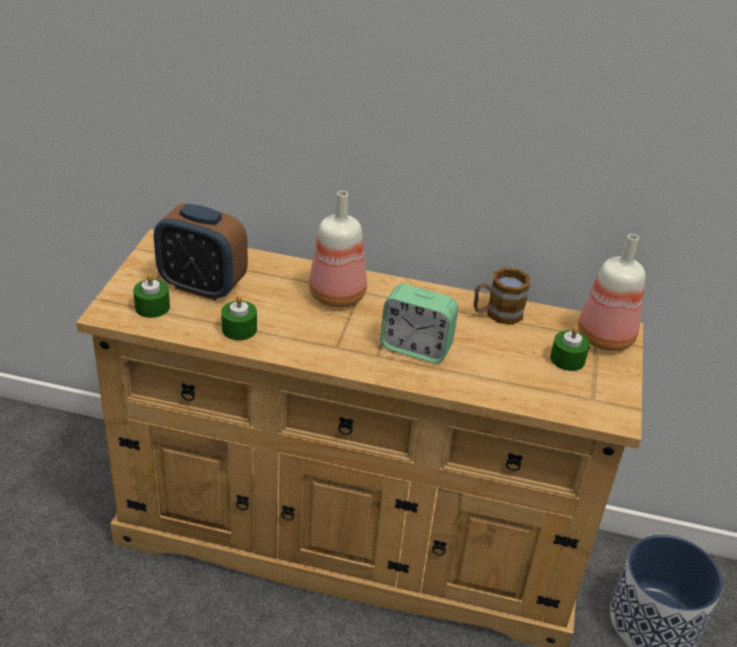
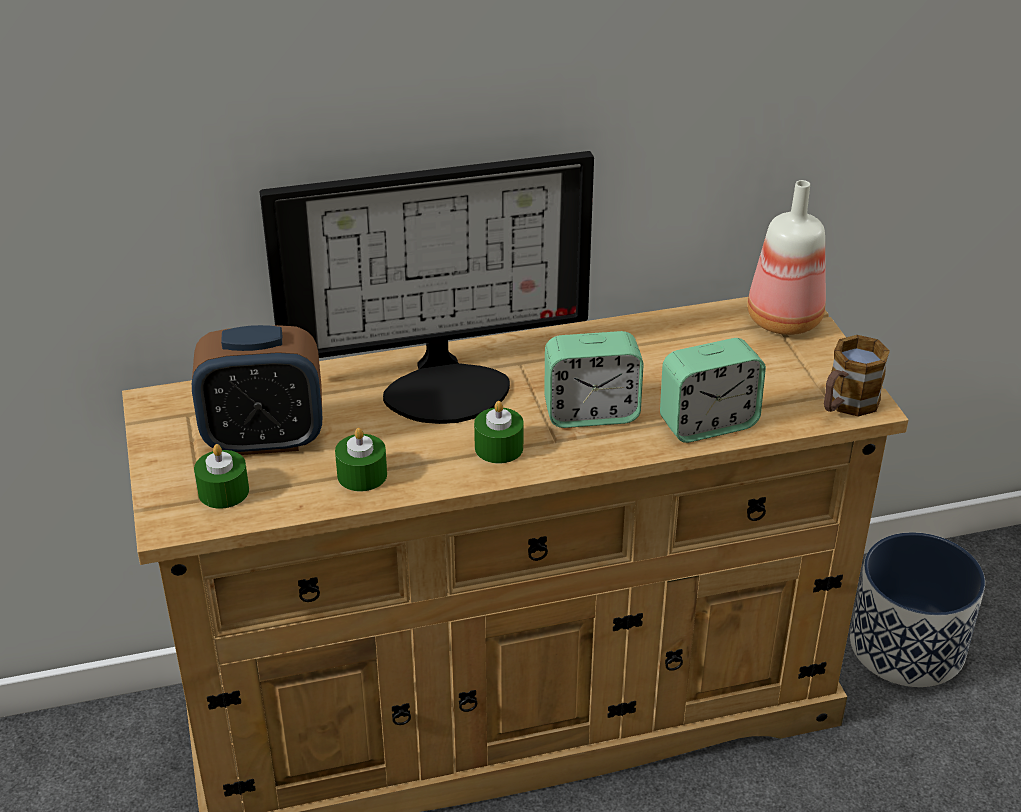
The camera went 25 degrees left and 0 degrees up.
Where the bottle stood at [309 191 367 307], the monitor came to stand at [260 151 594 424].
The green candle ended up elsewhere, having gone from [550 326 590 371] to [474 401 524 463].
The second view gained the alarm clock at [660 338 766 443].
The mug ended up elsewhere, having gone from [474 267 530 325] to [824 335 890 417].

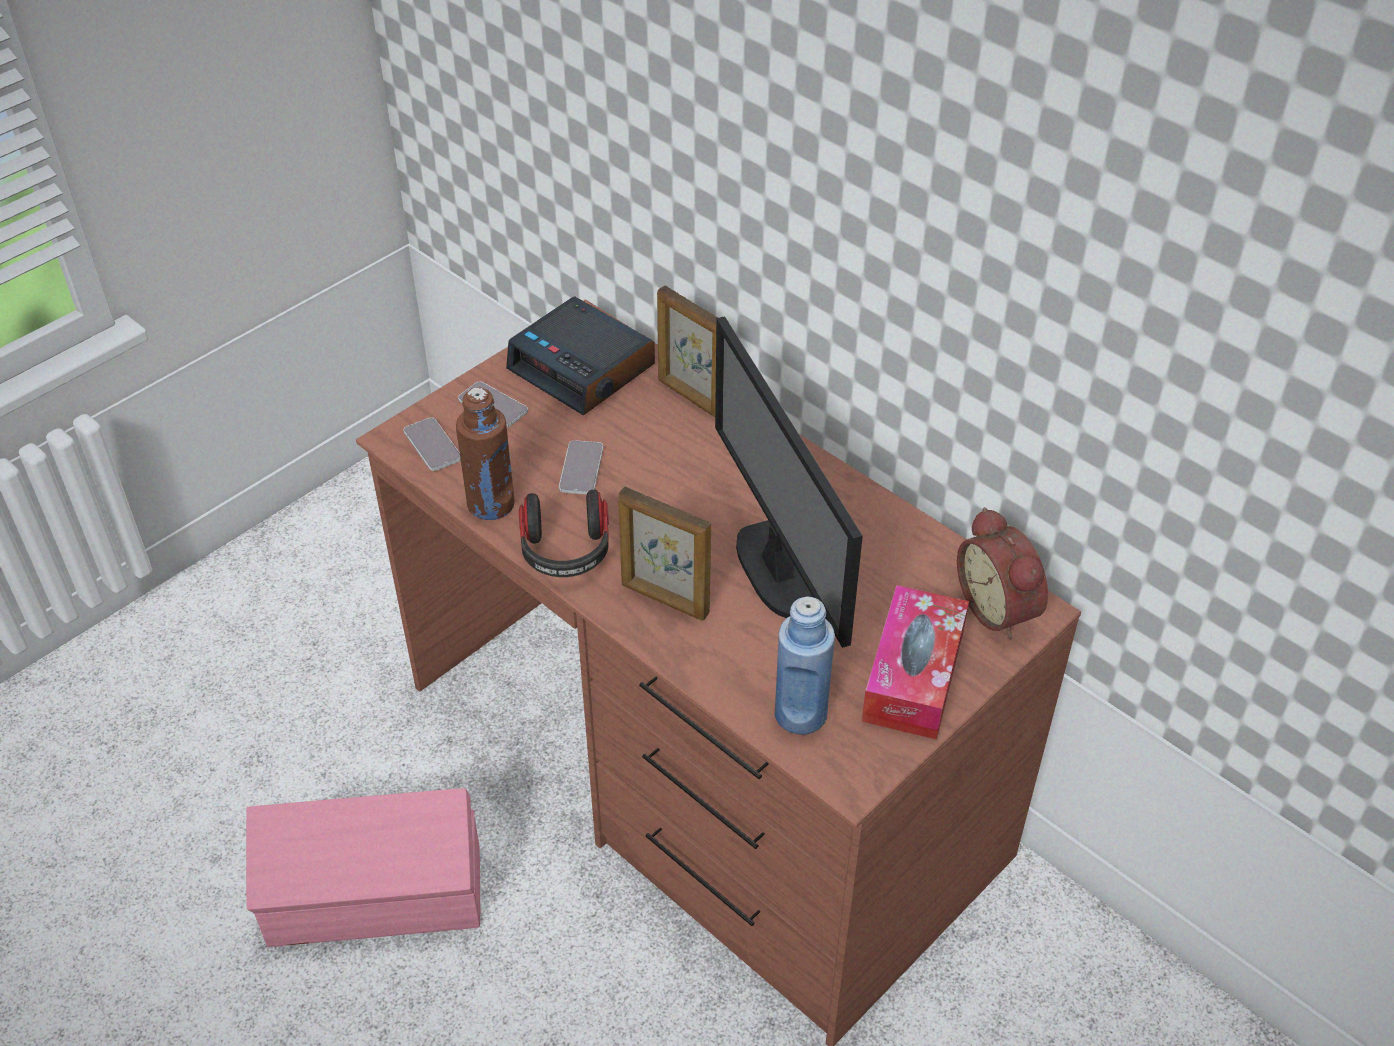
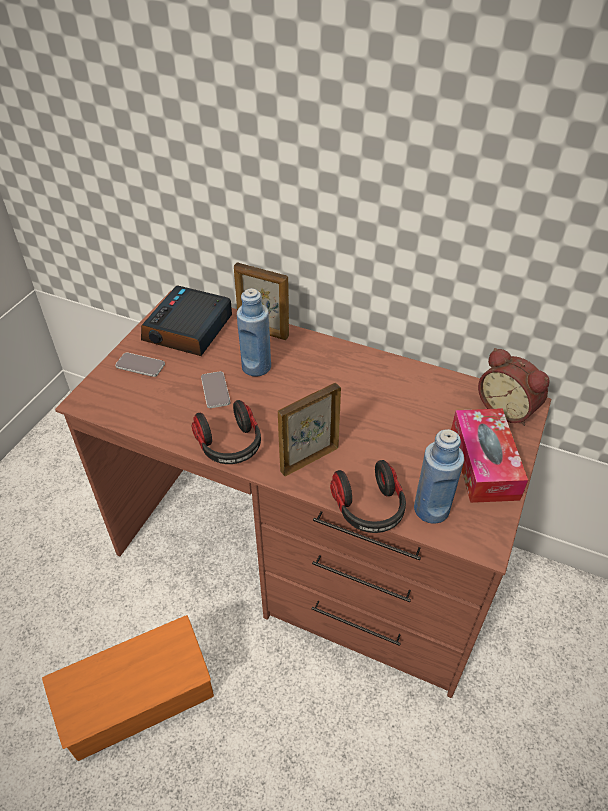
The camera went 20 degrees left and 0 degrees up.
What was the pink storage box at [246 788 480 947] turned into the orange storage box at [42 615 214 761].
The alarm clock at [506 297 655 415] ended up facing another way, 90 degrees clockwise from before.
The second view gained the blue bottle at [237 288 271 377].
The picture frame at [618 487 711 621] ended up facing another way, 135 degrees clockwise from before.
The second view gained the headphones at [330 460 406 533].
The second view lost the phone at [404 417 461 471].
The second view lost the brown bottle at [456 387 515 520].
The second view lost the monitor at [715 316 863 648].

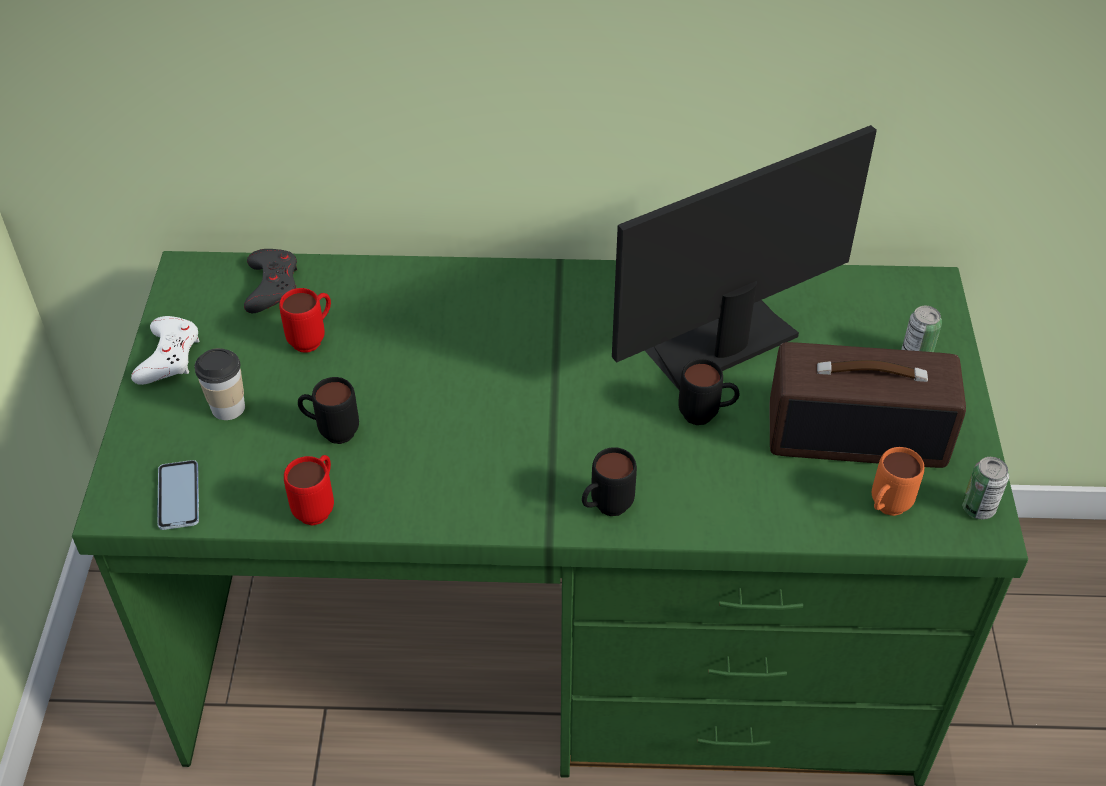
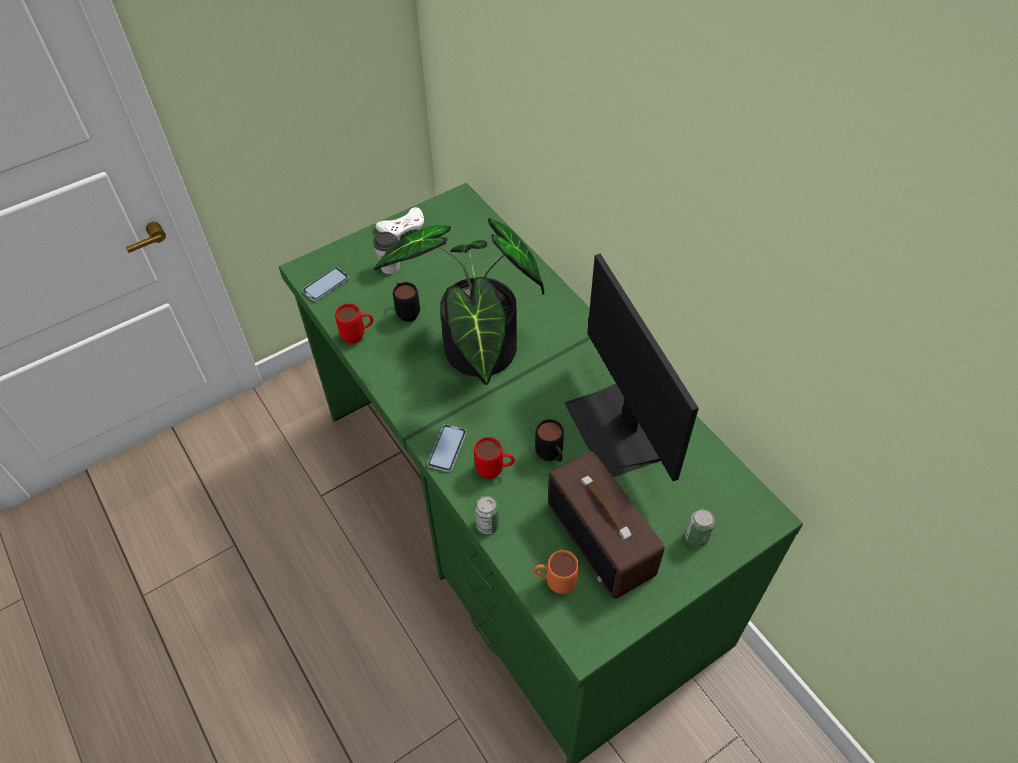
The camera went 55 degrees right and 5 degrees up.
The second view gained the potted plant at [374 218 544 385].
Where the black mug stood at [582 447 637 516], the phone came to stand at [427 424 467 472].
The red mug ended up elsewhere, having gone from [279 288 331 352] to [474 437 515 479].
The can ended up elsewhere, having gone from [962 457 1009 519] to [475 496 499 534].
The monitor at [612 125 877 390] ended up facing another way, 135 degrees counterclockwise from before.
The second view lost the grey game controller at [244 249 297 313].

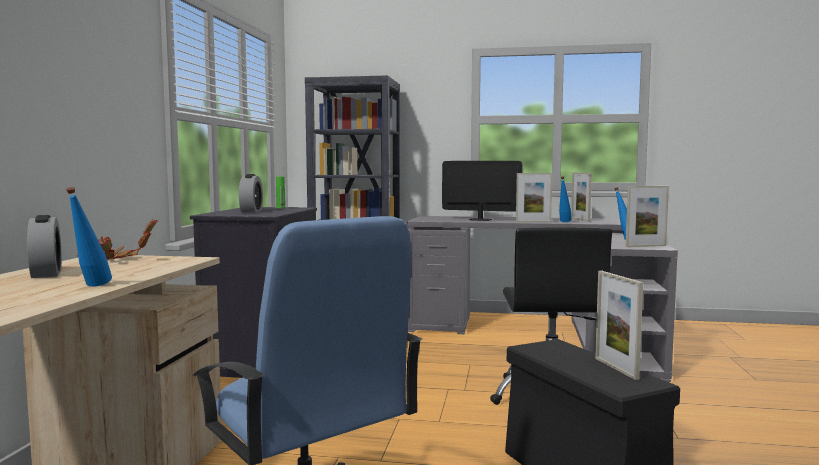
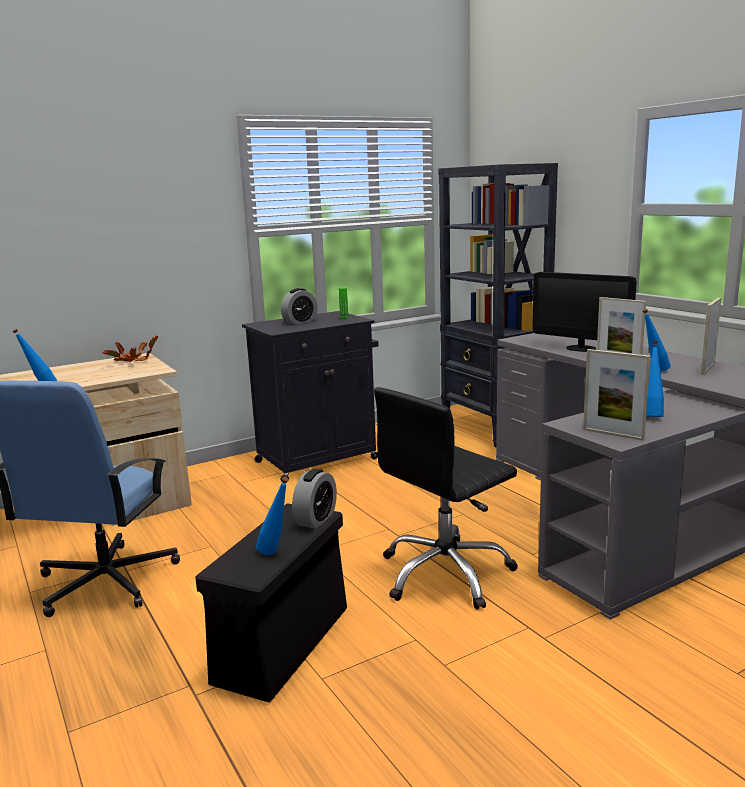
The camera went 50 degrees right and 10 degrees up.
Where the picture frame stood at [595 271 643 380], the blue bottle came to stand at [256 477 289 555].
The alarm clock ended up elsewhere, having gone from [27 215 62 278] to [292 469 337 529].
The monitor at [442 161 523 221] ended up facing another way, 150 degrees clockwise from before.

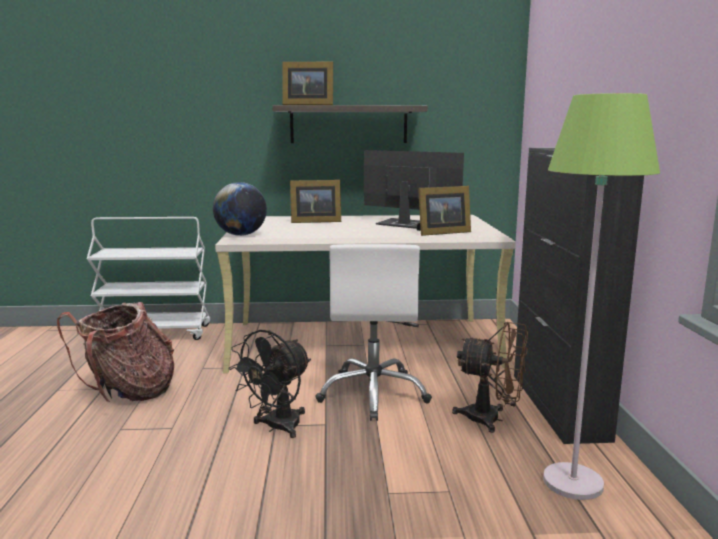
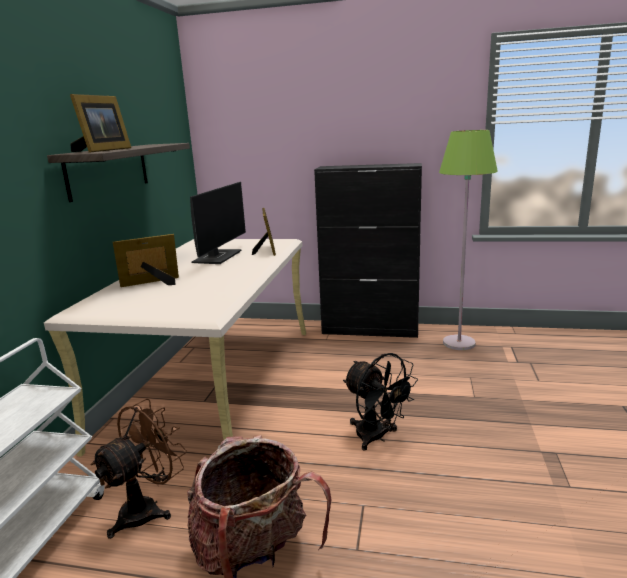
The camera went 75 degrees left and 5 degrees up.
The brown fan ended up elsewhere, having gone from [452 322 528 433] to [91 399 187 539].
The picture frame at [290 180 341 223] ended up facing another way, 120 degrees counterclockwise from before.
The monitor at [364 150 464 229] ended up facing another way, 150 degrees clockwise from before.
The second view lost the globe at [213 182 267 236].
The second view lost the white office chair at [315 244 432 421].

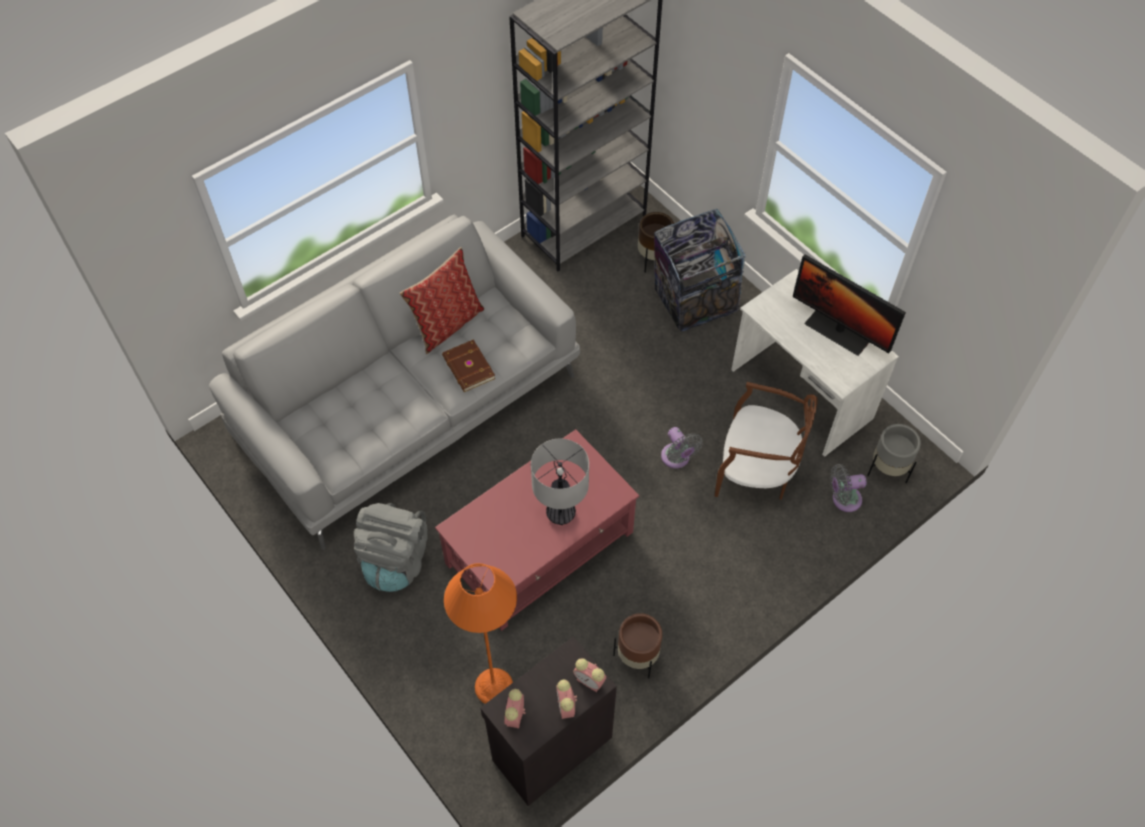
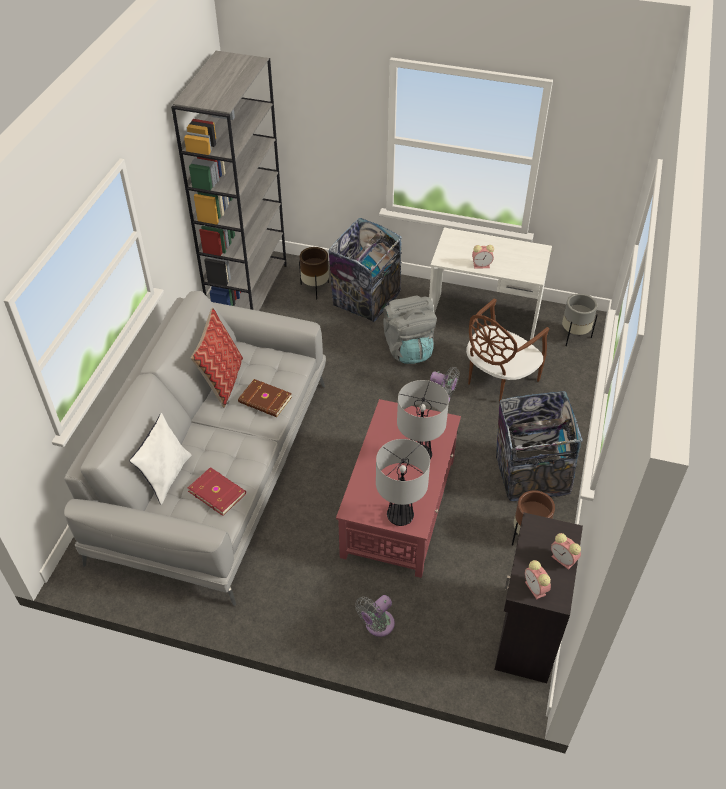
The camera went 35 degrees left and 10 degrees down.
The second view gained the white pillow at [129 413 191 505].
The second view gained the red book at [188 467 246 516].
The grey fan ended up elsewhere, having gone from [830 464 867 512] to [355 595 395 637].
The second view gained the table lamp at [376 439 430 526].
The grey backpack ended up elsewhere, having gone from [354 503 428 592] to [383 295 437 364].
The brown chair at [715 382 817 500] ended up facing another way, 150 degrees clockwise from before.
The alarm clock ended up elsewhere, having gone from [573 658 606 692] to [472 245 494 269].
The second view gained the trash can at [496 391 583 501].
The second view lost the orange floor lamp at [444 563 517 704].
The second view lost the monitor at [793 254 906 356].

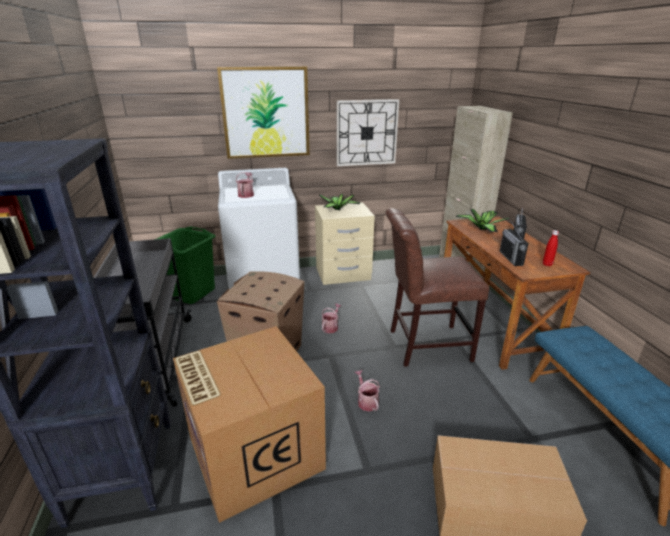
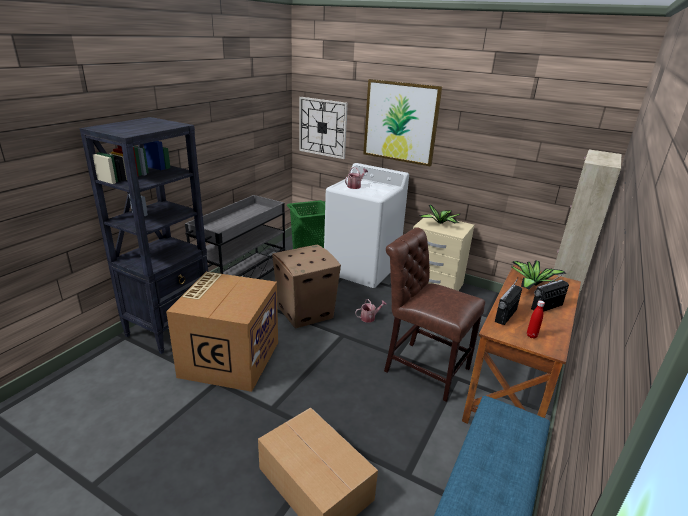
The camera went 40 degrees right and 0 degrees up.
The wall clock ended up elsewhere, having gone from [336 99 399 166] to [299 97 348 159].
The second view lost the watering can at [355 370 380 412].

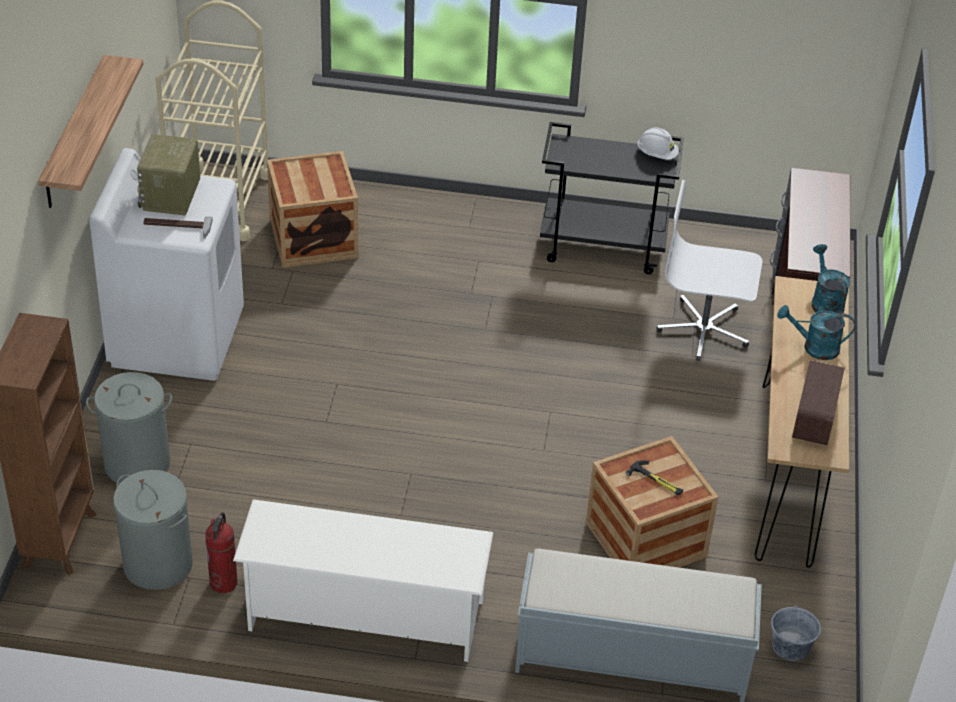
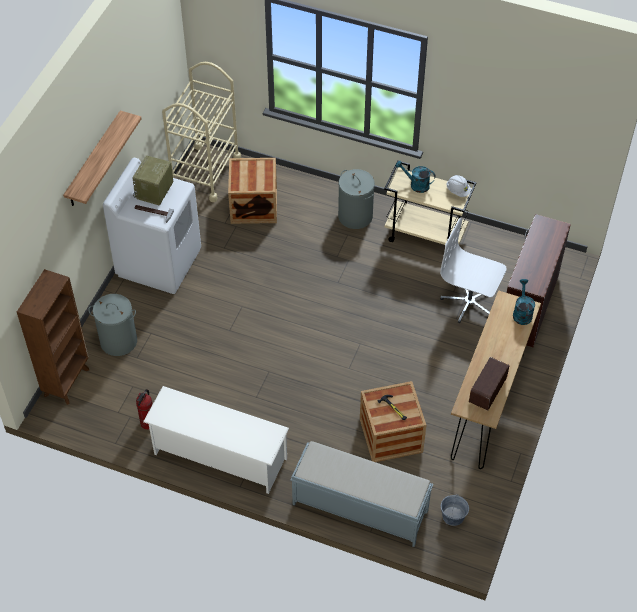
The camera went 15 degrees right and 10 degrees up.
The grey laundry basket ended up elsewhere, having gone from [113 470 193 590] to [338 169 375 229].
What was the black cart at [540 122 684 274] turned into the beige cart at [384 161 477 245].
The turquoise watering can ended up elsewhere, having gone from [777 305 855 360] to [395 161 436 193].

